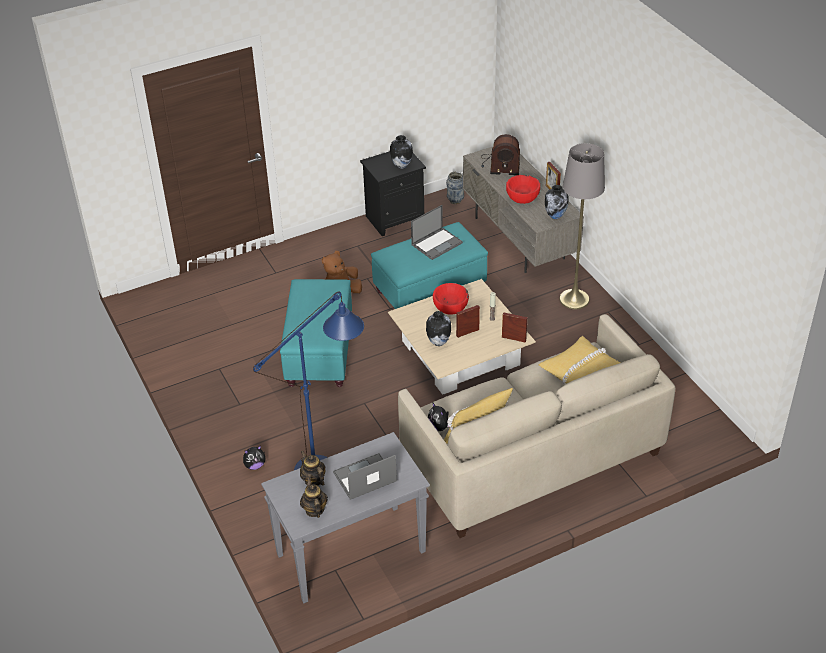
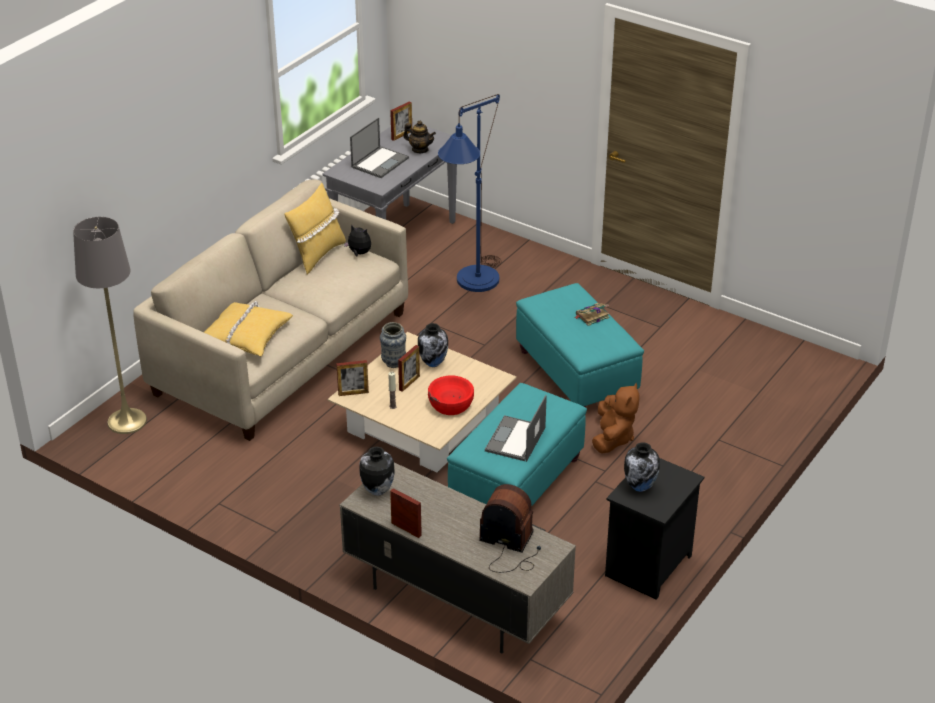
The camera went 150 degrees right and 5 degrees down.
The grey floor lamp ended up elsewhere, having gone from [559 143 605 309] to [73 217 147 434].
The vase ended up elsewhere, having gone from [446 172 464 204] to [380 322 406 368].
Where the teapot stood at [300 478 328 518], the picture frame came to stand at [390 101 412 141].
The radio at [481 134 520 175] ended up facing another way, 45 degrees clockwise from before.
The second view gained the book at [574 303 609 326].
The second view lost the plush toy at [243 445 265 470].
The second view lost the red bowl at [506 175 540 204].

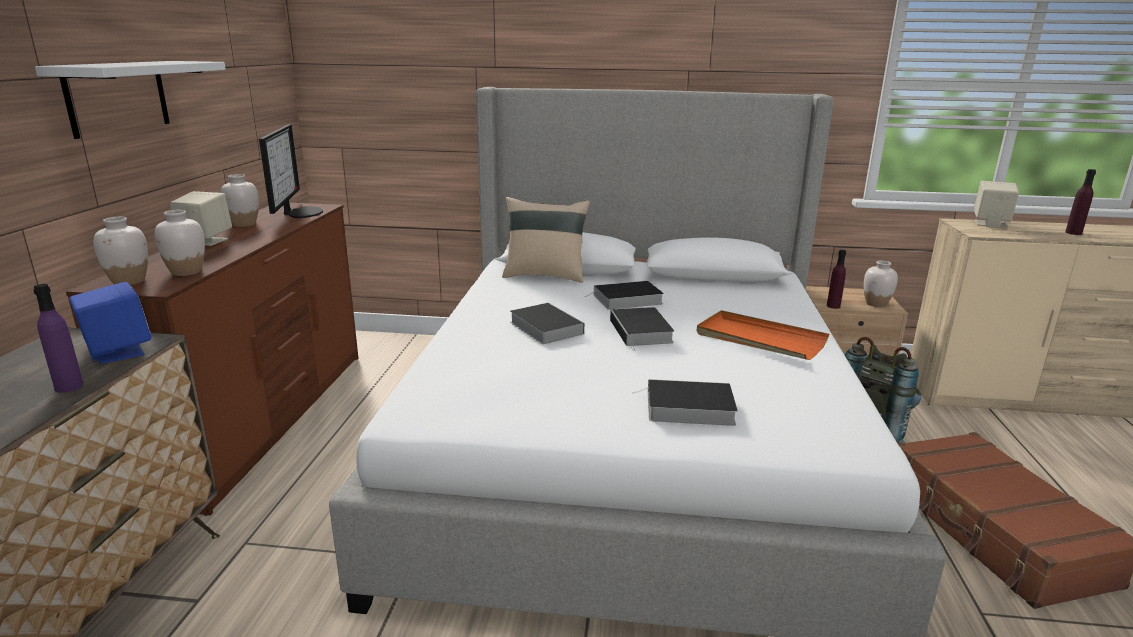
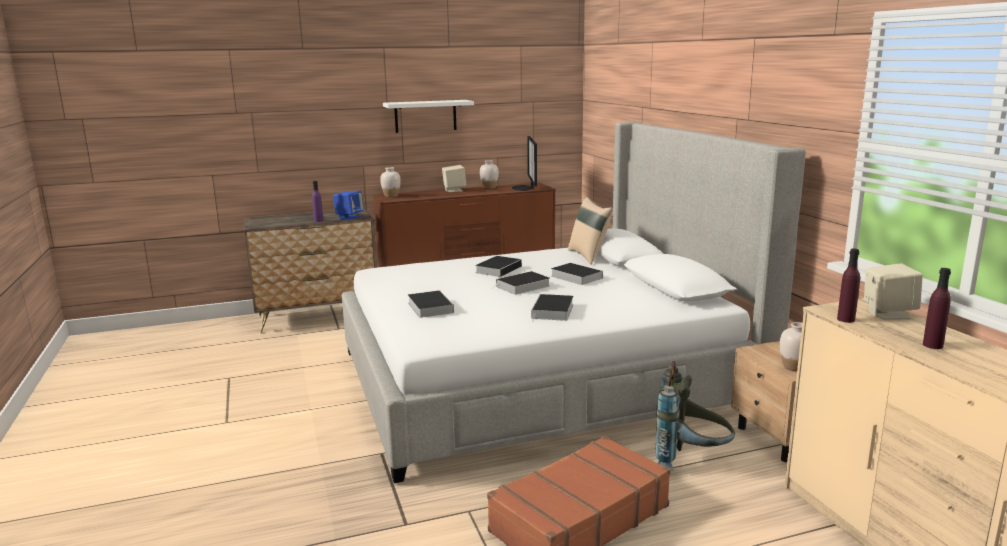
The camera went 65 degrees right and 5 degrees down.
The monitor at [259 124 323 218] ended up facing another way, 120 degrees clockwise from before.
Where the orange tray stood at [697 310 829 360], the book came to stand at [531 294 573 322].
The purple bottle ended up elsewhere, having gone from [827 250 846 309] to [837 248 860 323].
The second view lost the white vase at [154 210 205 276].

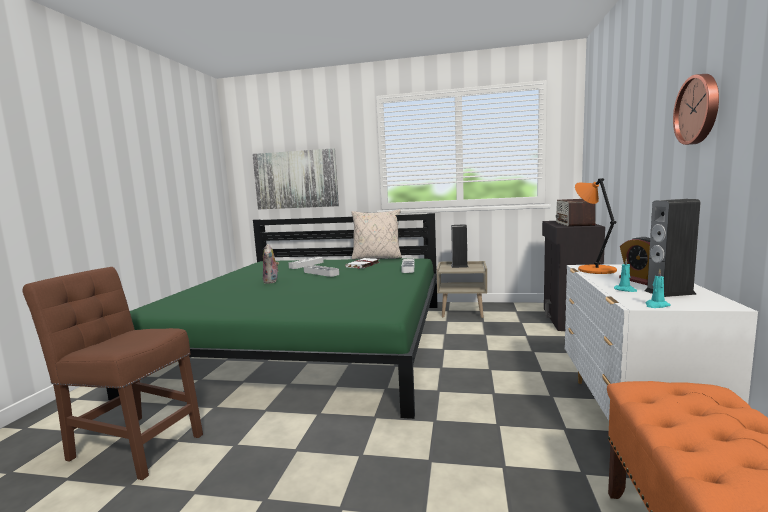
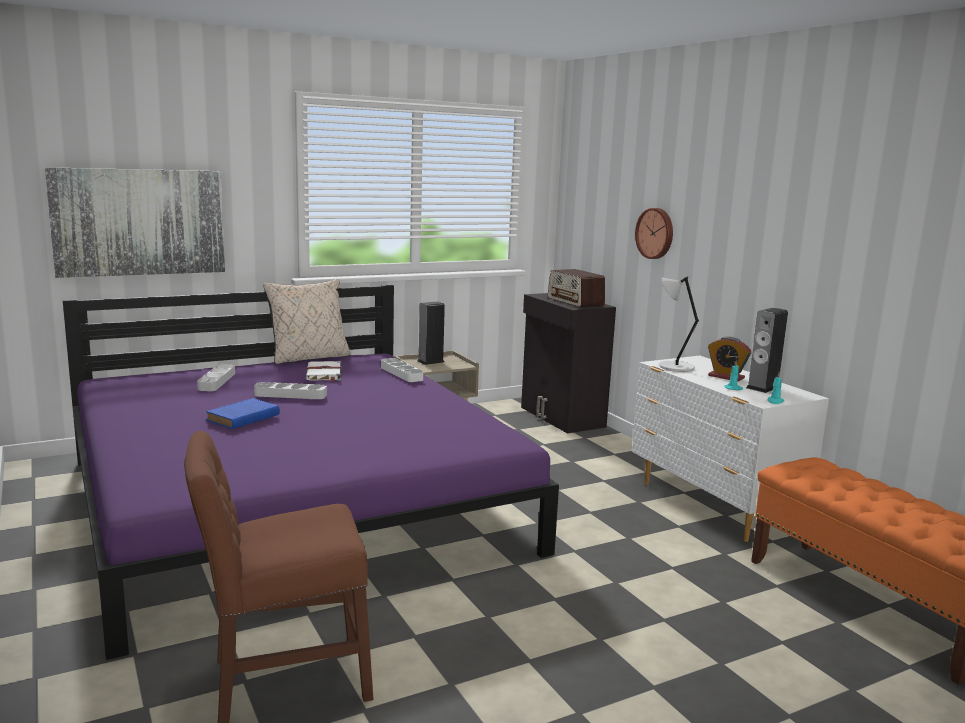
The camera went 40 degrees left and 5 degrees up.
What was the green bed at [107 213 438 419] turned into the purple bed at [63 285 559 660].
Where the plush toy stood at [263 244 279 284], the blue book came to stand at [206 398 280 429].
The wall clock ended up elsewhere, having gone from [673 74 719 145] to [635 208 673 259].
What was the orange table lamp at [575 178 617 274] turned into the grey table lamp at [659 276 699 372].

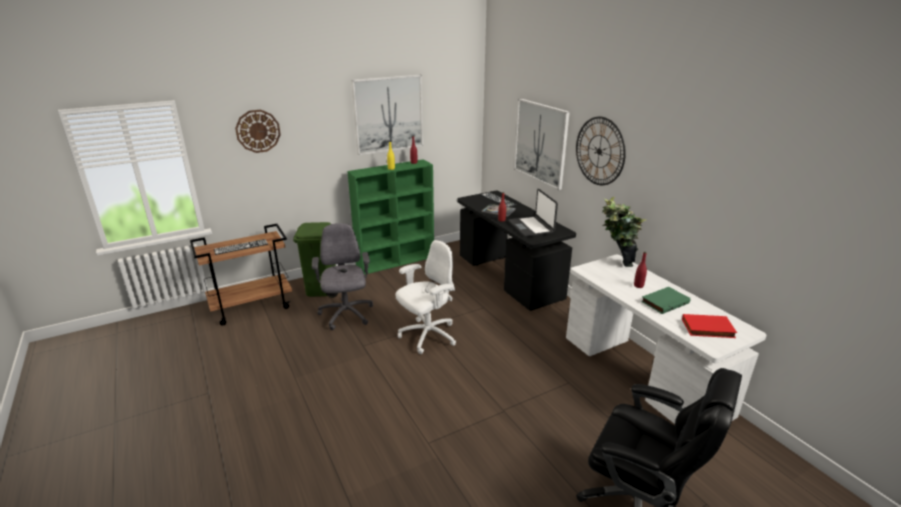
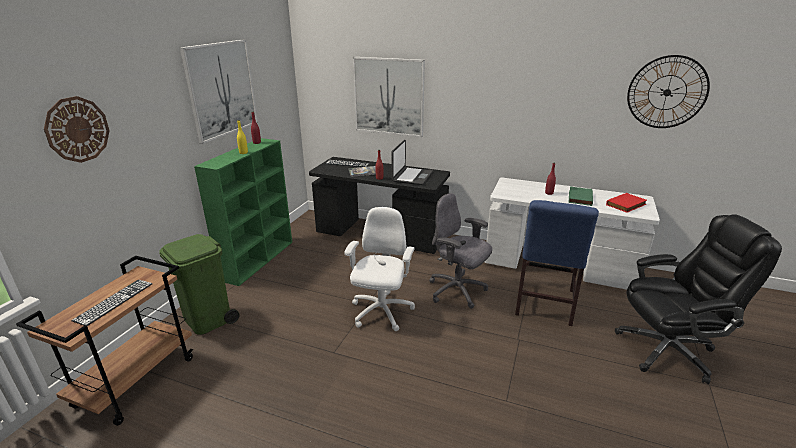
The camera went 40 degrees left and 0 degrees up.
The laptop at [509 189 558 237] ended up facing another way, 105 degrees counterclockwise from before.
The grey office chair ended up elsewhere, having gone from [312 223 373 330] to [429 193 492 309].
The second view gained the blue chair at [515 200 599 326].
The wall clock ended up elsewhere, having gone from [576 117 626 185] to [627 55 710 128].
The second view lost the potted plant at [602 197 646 267].

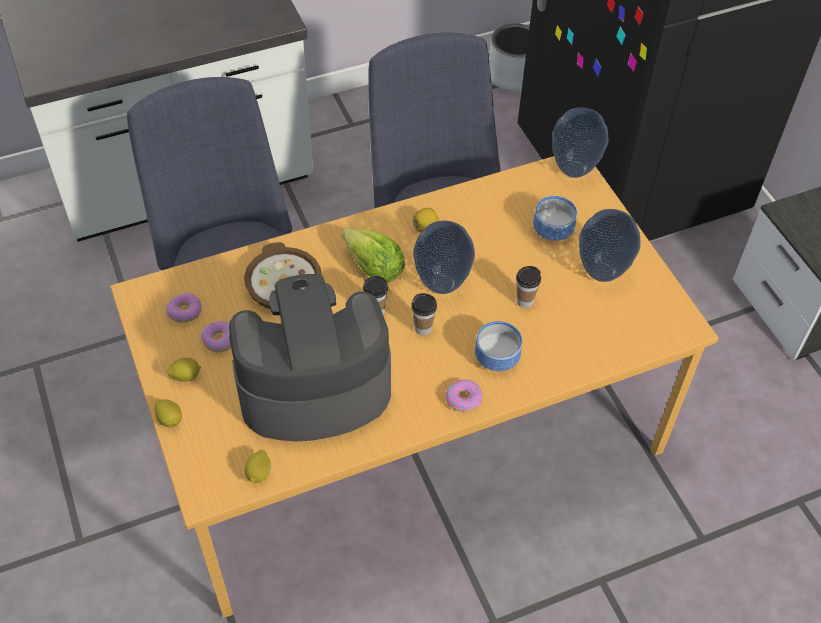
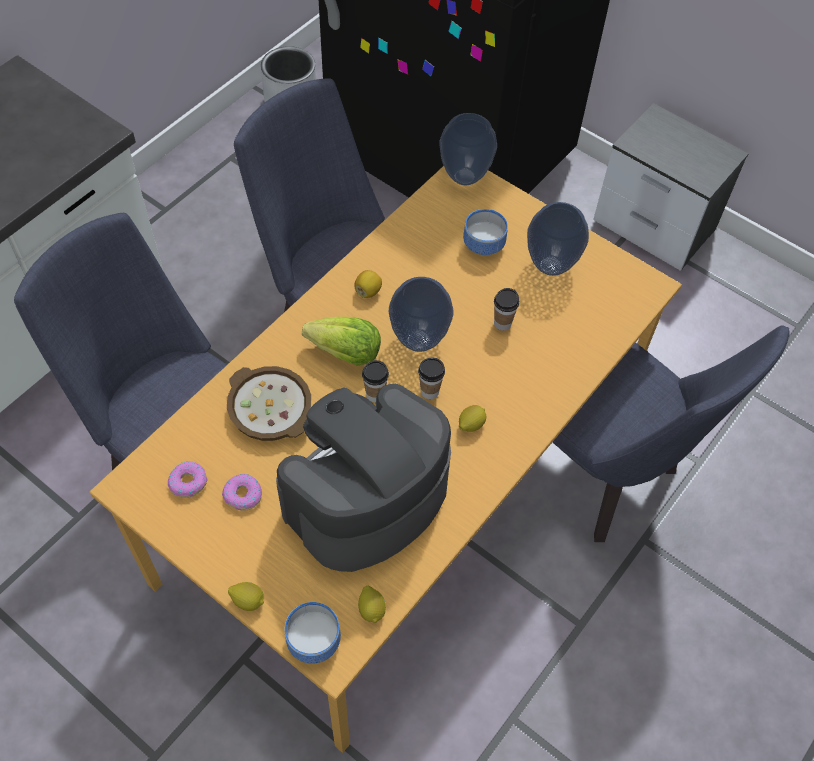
The camera went 30 degrees left and 5 degrees up.
The bowl ended up elsewhere, having gone from [475 321 522 371] to [285 602 341 664].
The lemon ended up elsewhere, having gone from [167 357 201 382] to [459 405 487 432].
The second view gained the blue chair at [553 326 790 542].
The second view lost the donut at [446 379 482 412].

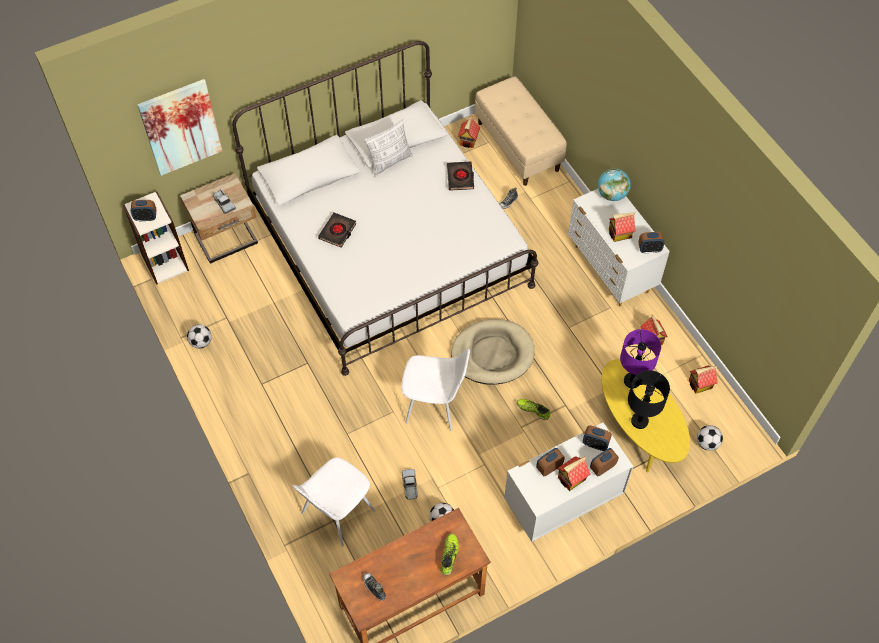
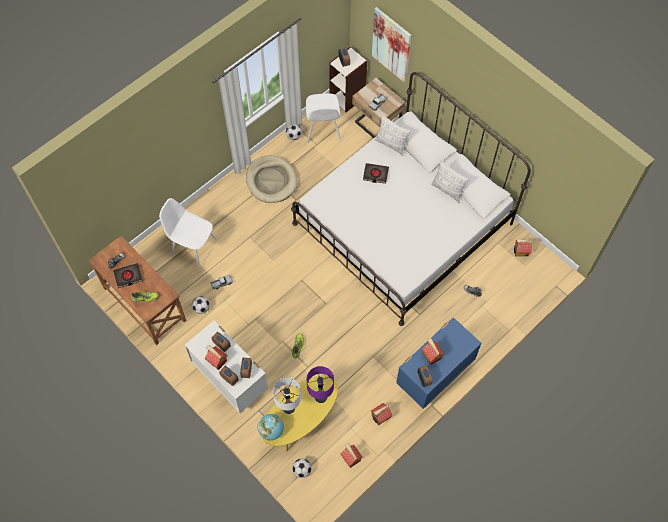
The camera went 75 degrees right and 5 degrees up.
The black book ended up elsewhere, having gone from [447 162 474 191] to [113 263 143 288].
The beige dog bed ended up elsewhere, having gone from [451 319 535 385] to [246 155 298 203].
The globe ended up elsewhere, having gone from [598 168 631 201] to [258 414 284 441].
What was the black table lamp at [628 370 670 429] turned into the white table lamp at [273 377 301 414].
The white chair ended up elsewhere, having gone from [401 348 470 431] to [305 93 341 143].
The second view gained the pillow at [375 115 410 156].
What was the white dresser at [568 189 670 306] turned into the blue dresser at [396 317 481 409].
The second view lost the beige bench at [475 76 567 186].

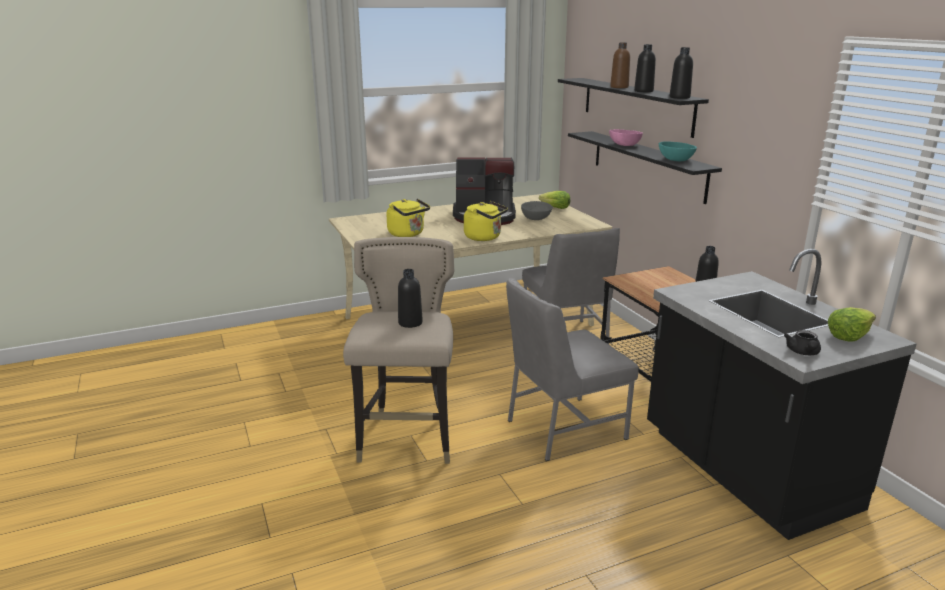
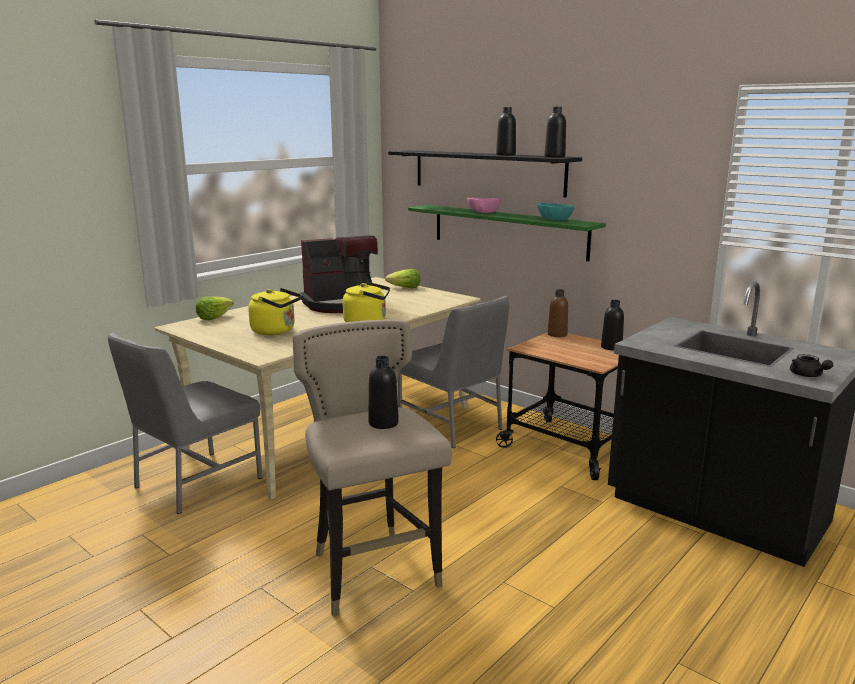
The camera went 25 degrees left and 5 degrees down.
The grey chair ended up elsewhere, having gone from [506 278 639 461] to [108 333 263 514].
The lettuce ended up elsewhere, having gone from [828 307 876 342] to [196 296 234 320].
What was the black shelf at [568 131 722 204] turned into the green shelf at [408 205 606 261].
The brown bottle ended up elsewhere, having gone from [610 42 630 88] to [548 289 568 337].
The second view lost the grey bowl at [521 201 553 220].

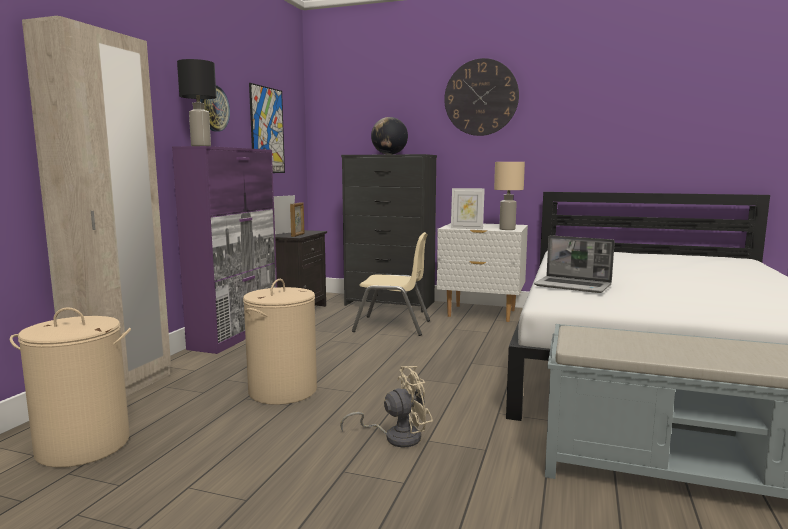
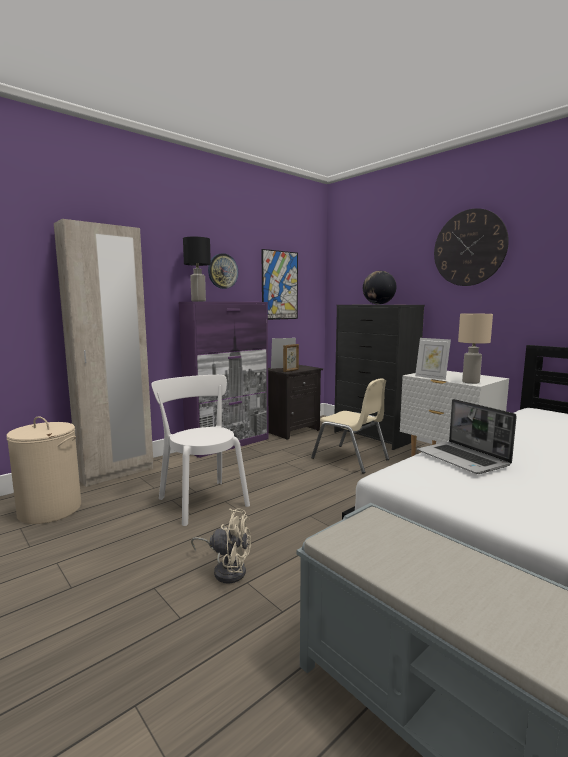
The camera went 30 degrees right and 0 degrees up.
Where the beige laundry basket stood at [243 279 317 405], the white chair came to stand at [151 375 250 526].

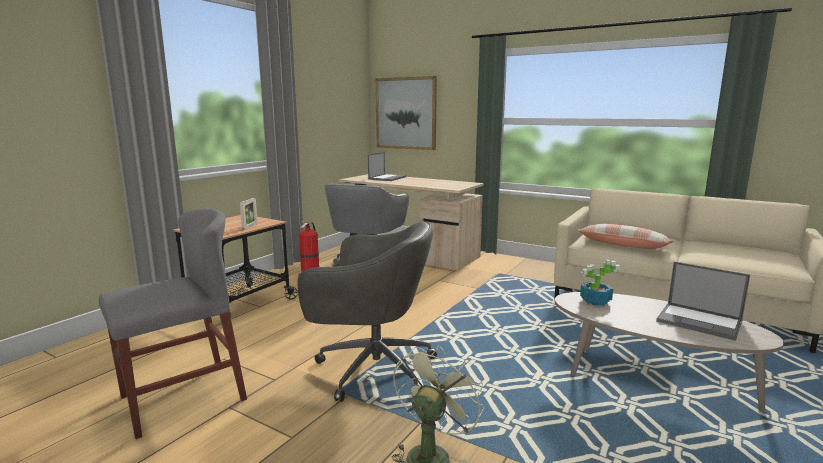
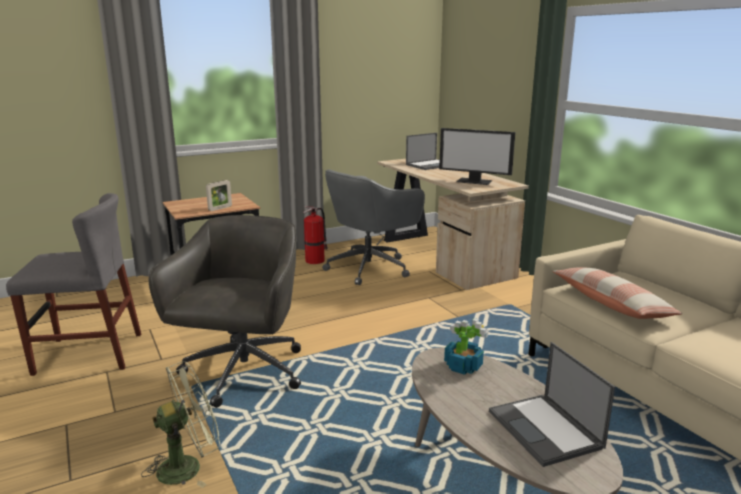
The camera went 30 degrees right and 5 degrees up.
The grey office chair at [297 221 437 402] ended up facing another way, 120 degrees counterclockwise from before.
The second view gained the monitor at [439 128 515 185].
The second view lost the picture at [375 76 437 150].

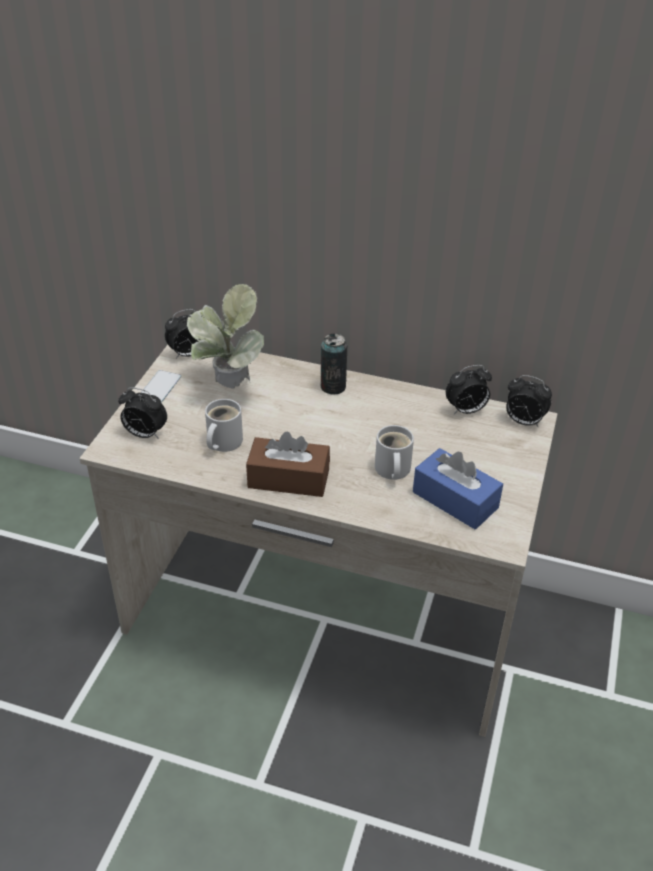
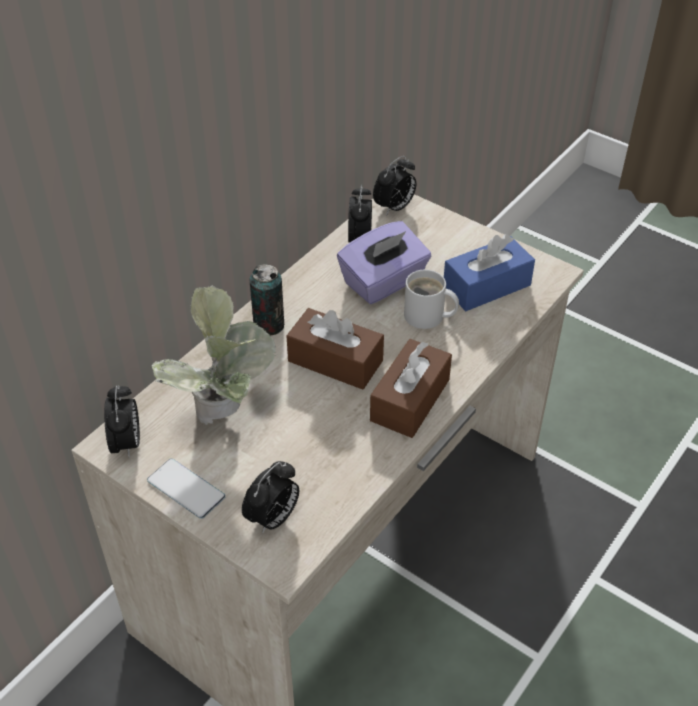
The camera went 70 degrees left and 5 degrees up.
The second view gained the brown tissue box at [286 308 384 390].
The second view gained the purple tissue box at [337 221 431 304].
The second view lost the white mug at [205 399 243 452].

